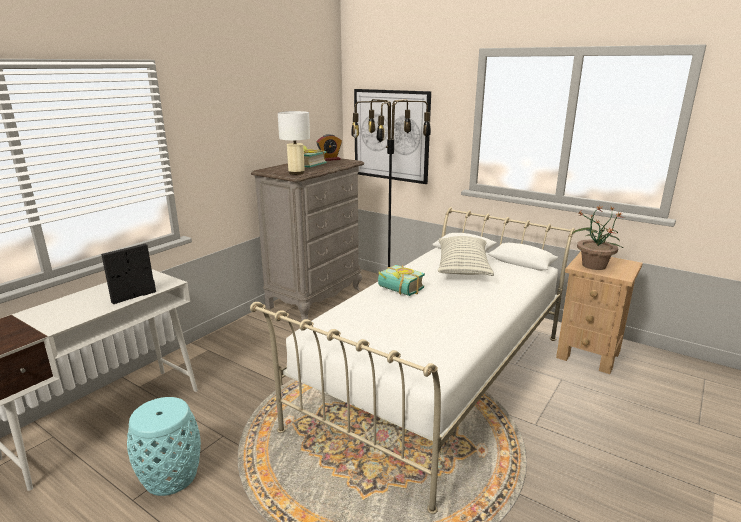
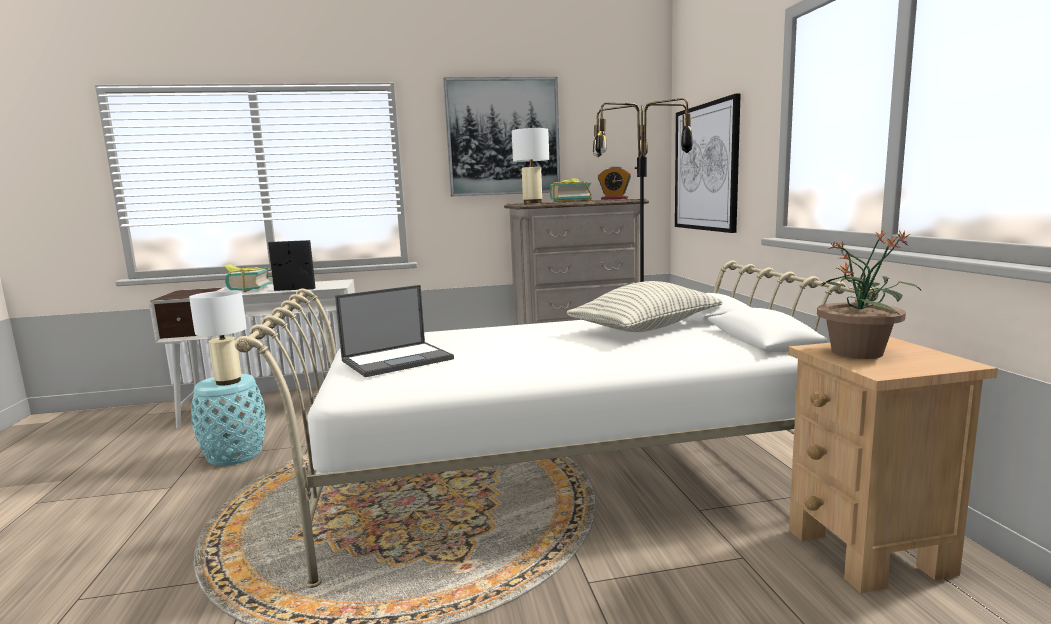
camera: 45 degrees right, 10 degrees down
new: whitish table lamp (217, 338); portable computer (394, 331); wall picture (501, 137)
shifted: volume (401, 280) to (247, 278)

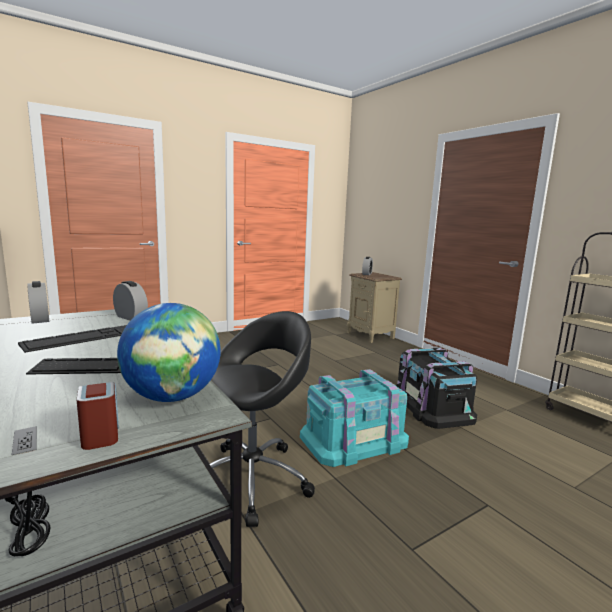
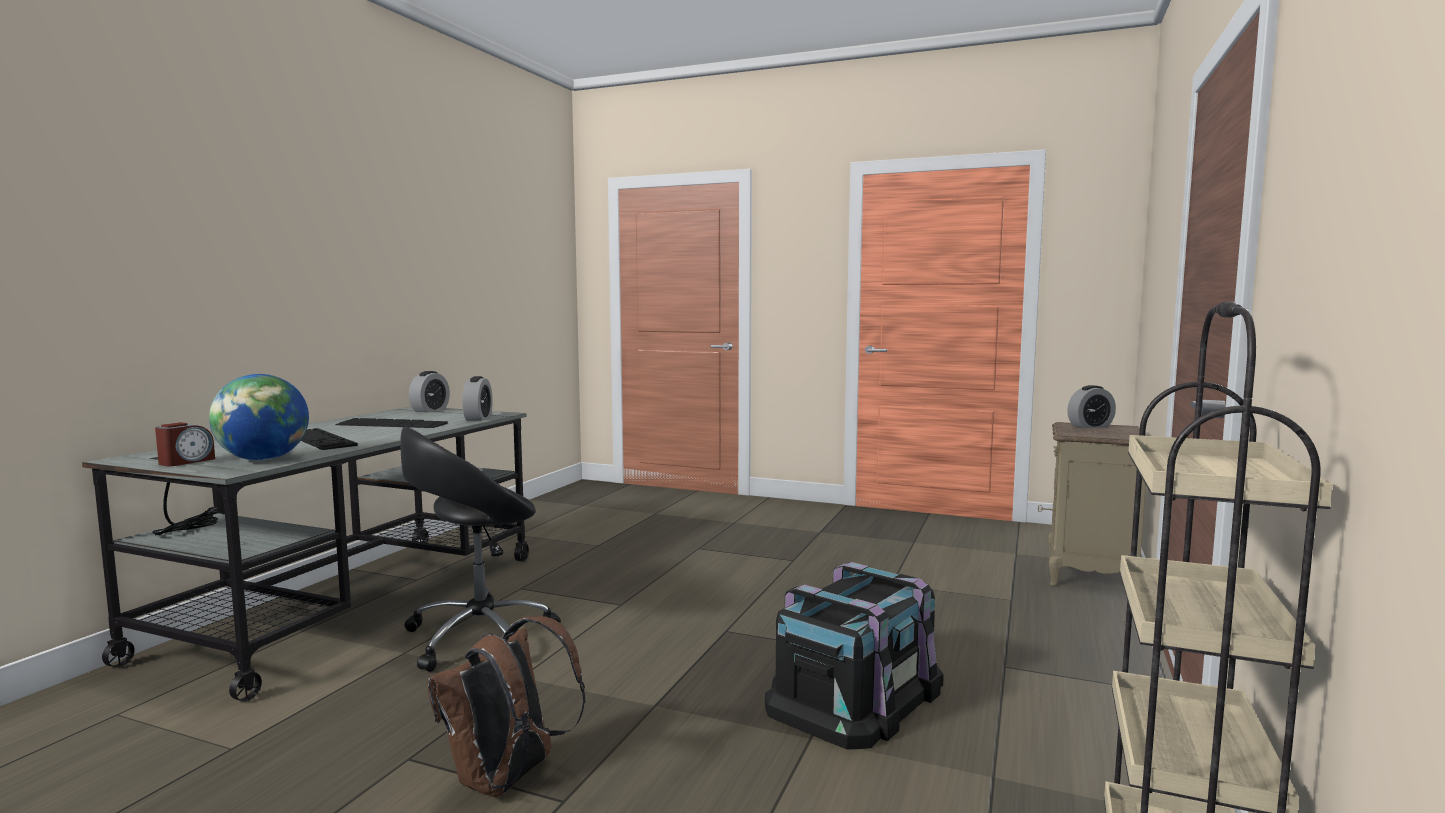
camera: 55 degrees right, 5 degrees down
gone: turquoise storage bin (354, 418)
new: brown-coloured backpack (506, 706)
rotated: black-coloured office chair (262, 419) = (480, 549) 120 degrees clockwise

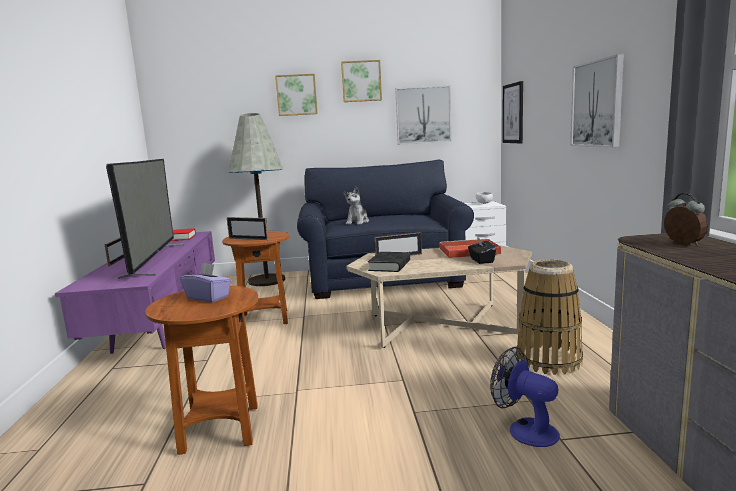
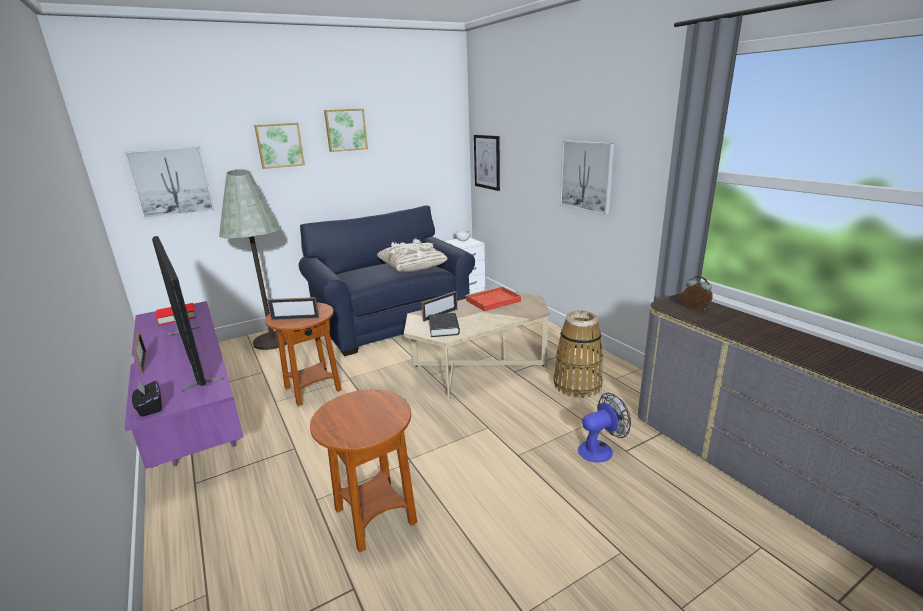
camera: 25 degrees left, 10 degrees up
gone: purple-coloured tissue holder (206, 282); cuddly toy (356, 206)
new: beige throw pillow (412, 255)
shifted: wall picture (423, 115) to (169, 183); black-coloured tissue holder (482, 250) to (147, 398)
rotated: fan (525, 397) = (604, 428) 135 degrees clockwise

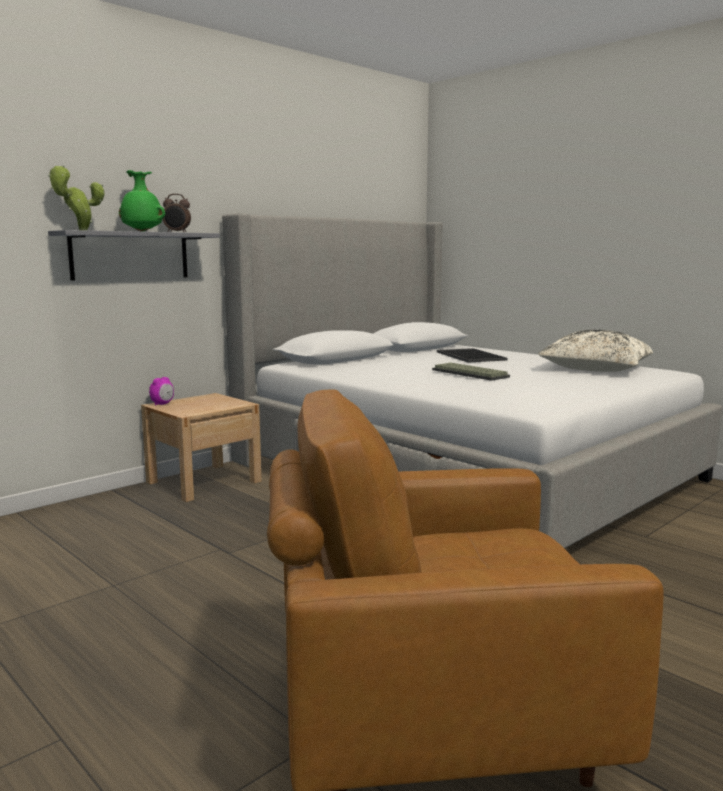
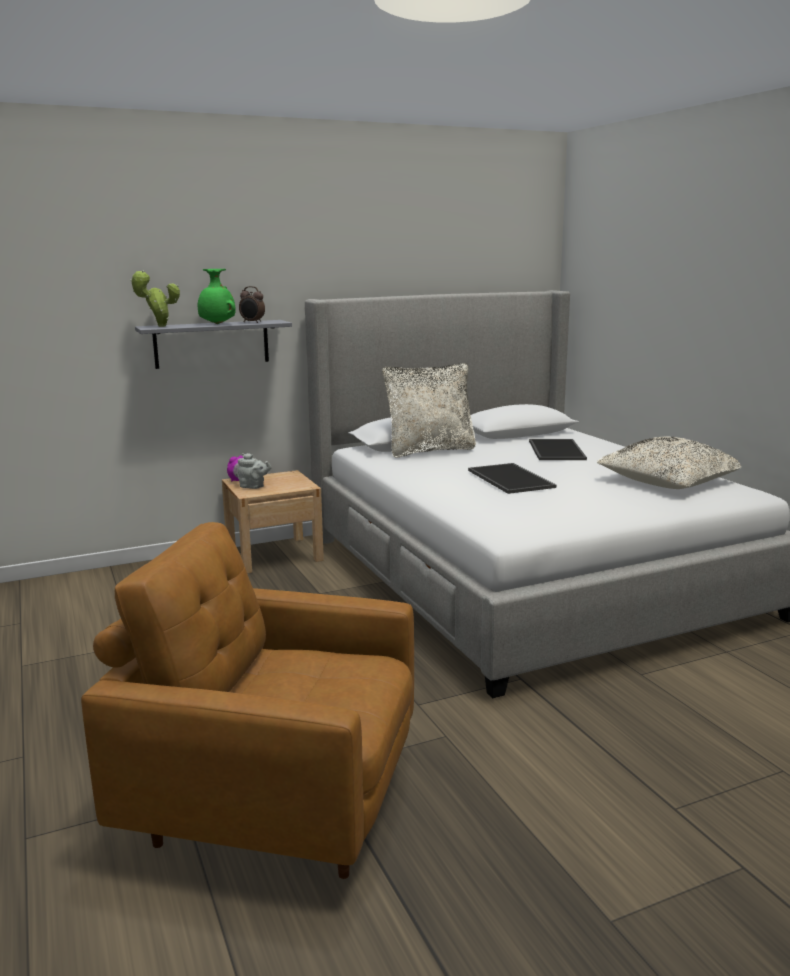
camera: 20 degrees right, 5 degrees up
new: grey teapot (254, 471); beige throw pillow (429, 410)
swapped: computer keyboard (471, 372) to serving tray (512, 478)

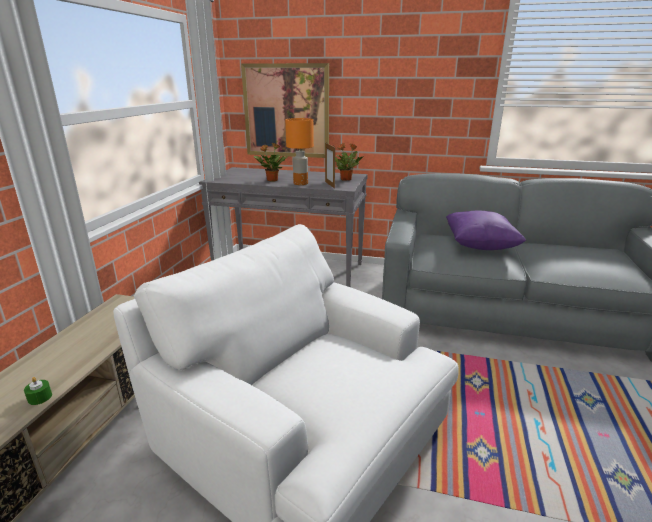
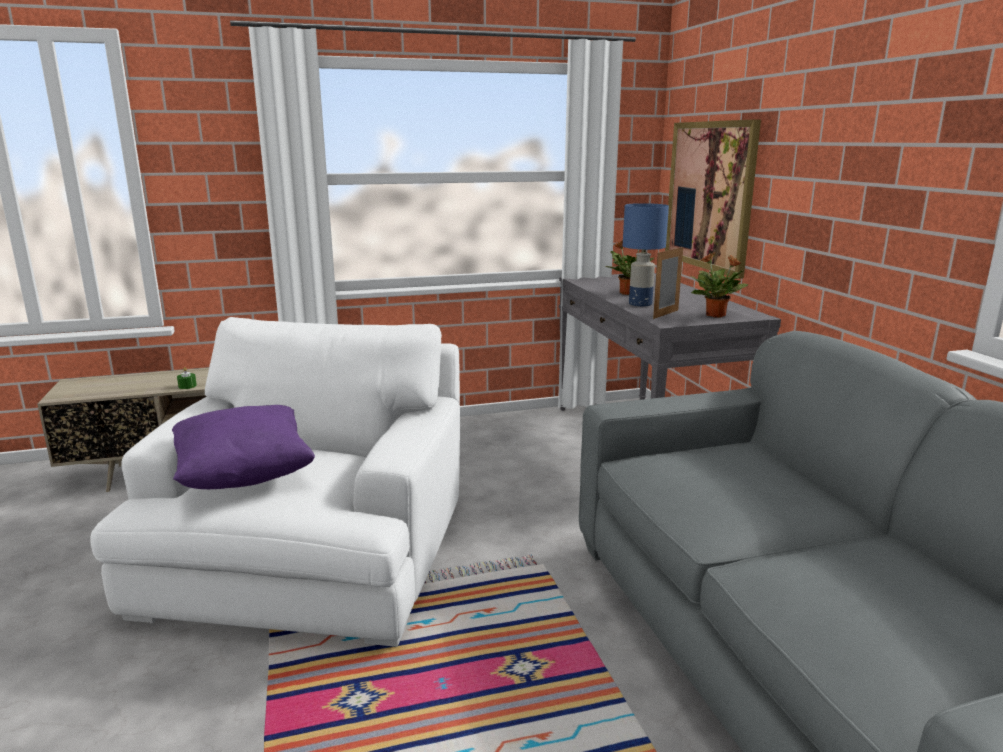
camera: 60 degrees right, 5 degrees down
shifted: purple-coloured throw pillow (486, 230) to (243, 447)
repainted: orange table lamp (299, 151) to blue table lamp (646, 254)

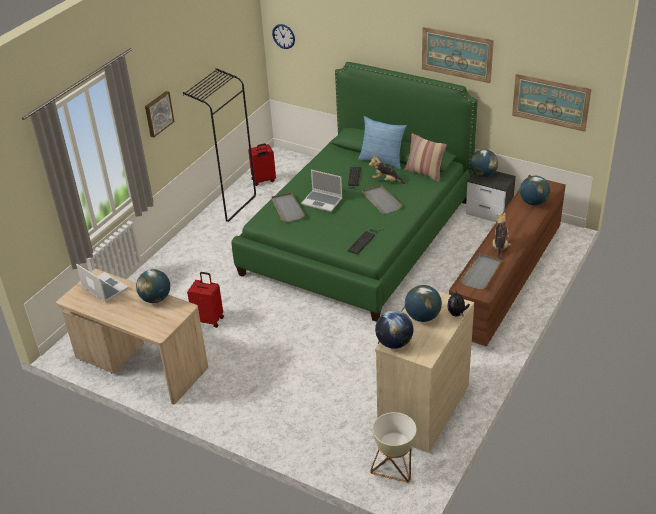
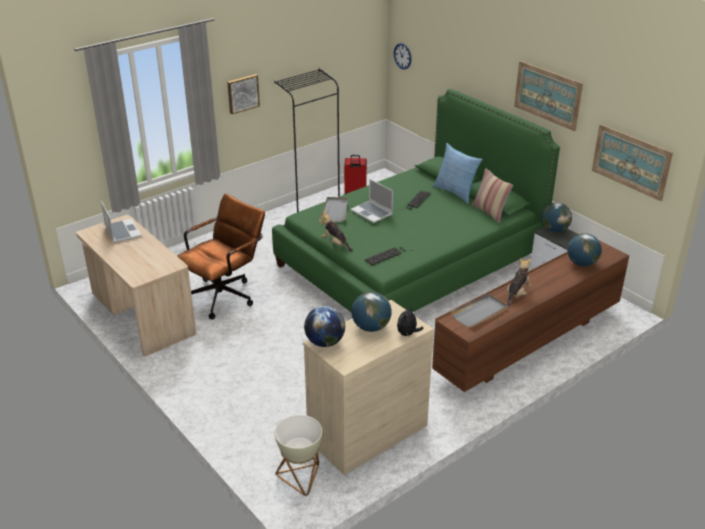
camera: 20 degrees right, 5 degrees down
gone: globe (153, 286); grey serving tray (382, 199)
shifted: cuddly toy (387, 169) to (336, 231)
swapped: red travel case (205, 300) to brown-coloured office chair (221, 257)

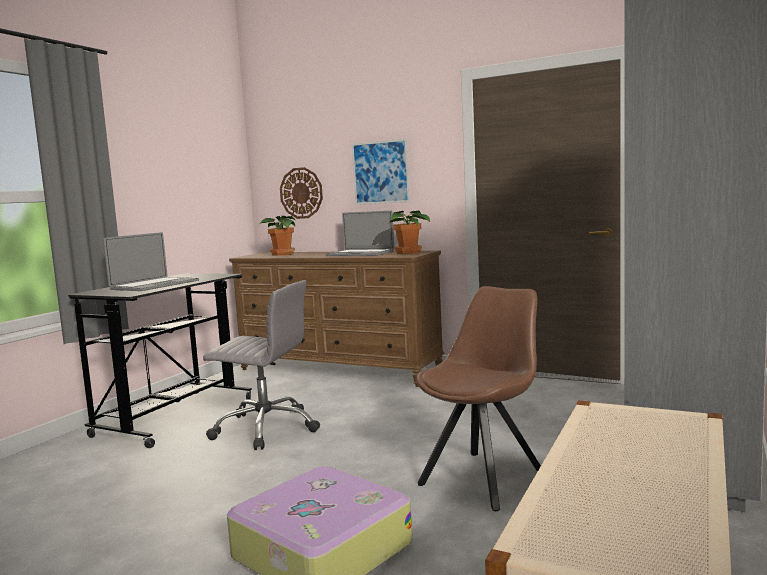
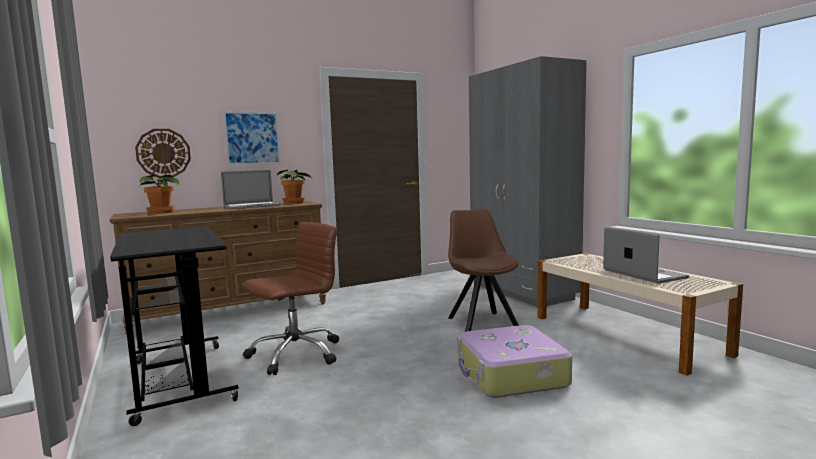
camera: 55 degrees left, 0 degrees up
shifted: portable computer (151, 261) to (646, 255)
repainted: grey office chair (261, 365) to brown-coloured office chair (290, 298)

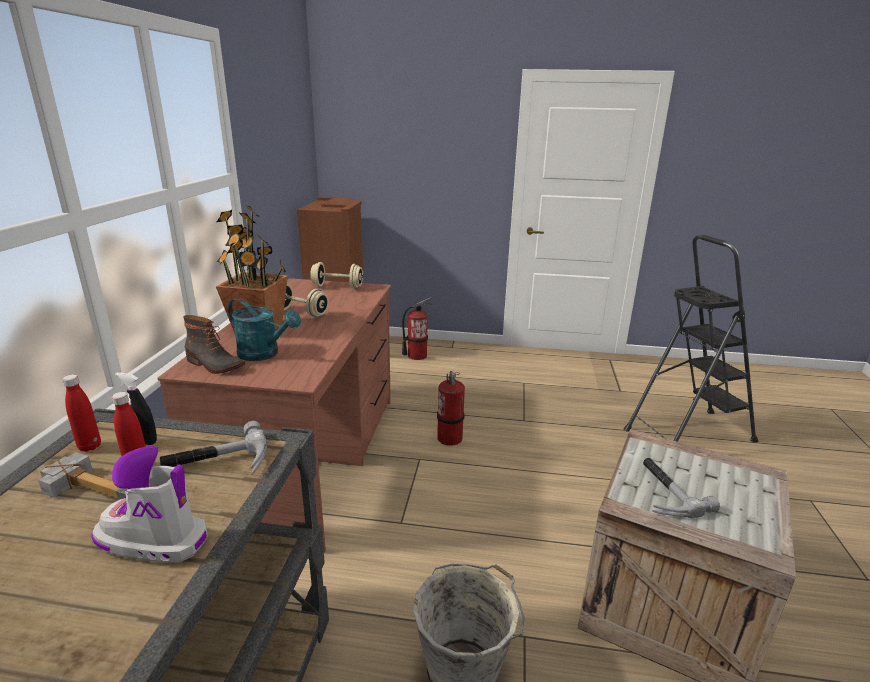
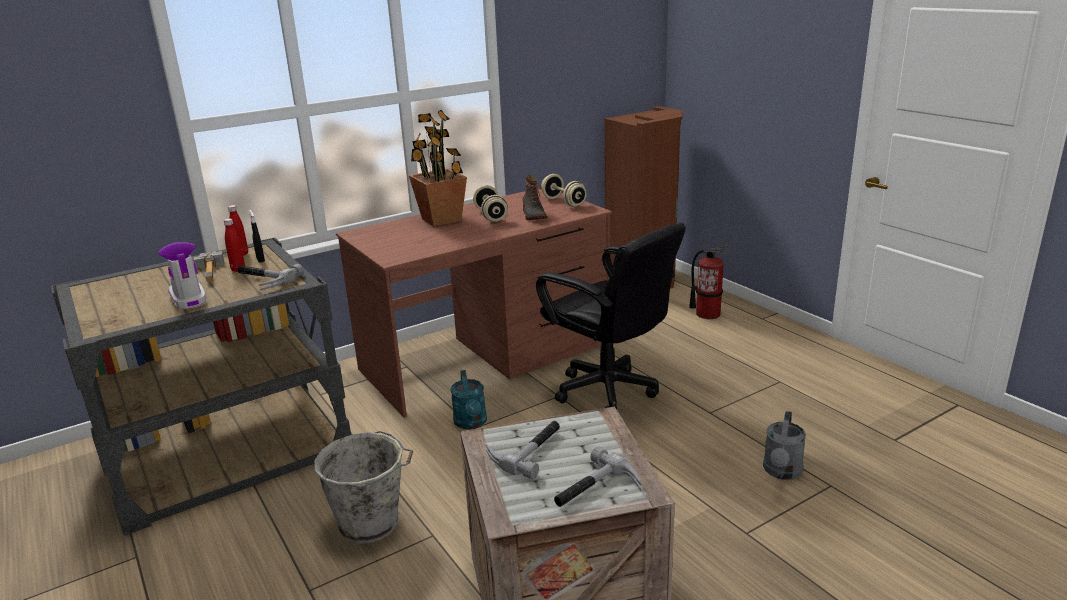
camera: 50 degrees right, 0 degrees up
gone: step ladder (691, 338)
new: hand hammer (597, 476); grey watering can (784, 445)
shifted: turquoise watering can (264, 329) to (468, 399); boot (214, 344) to (535, 197)
swapped: fire extinguisher (451, 408) to black-coloured office chair (611, 315)

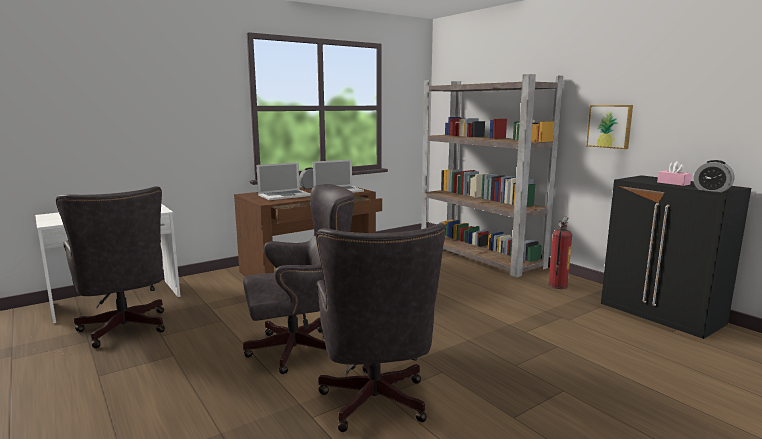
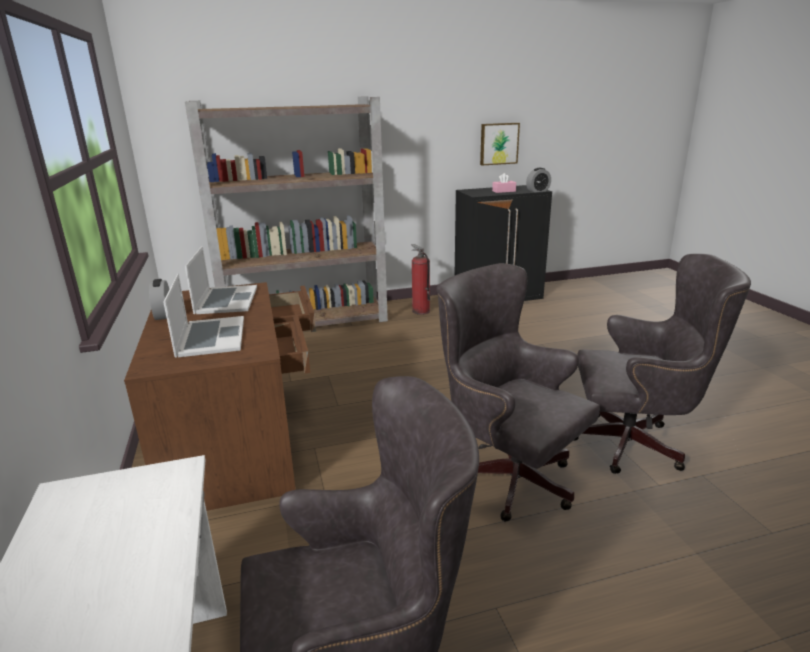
camera: 70 degrees left, 10 degrees up
shifted: wall picture (609, 127) to (500, 144)
rotated: grey office chair (299, 279) = (518, 392) 45 degrees counterclockwise

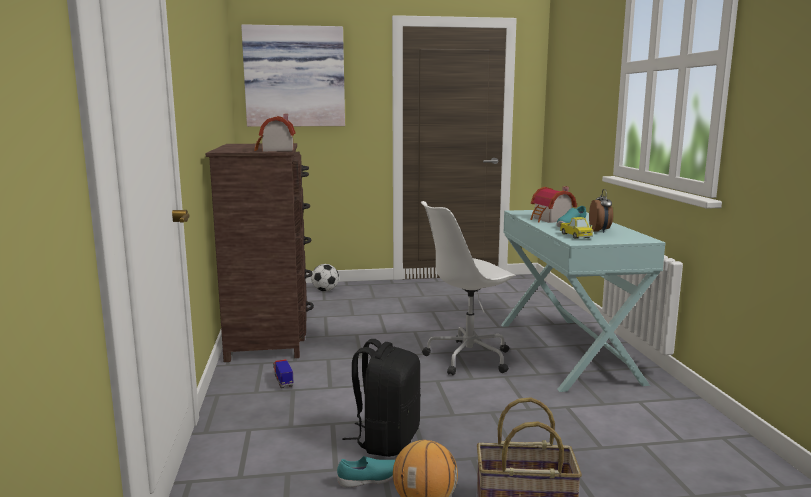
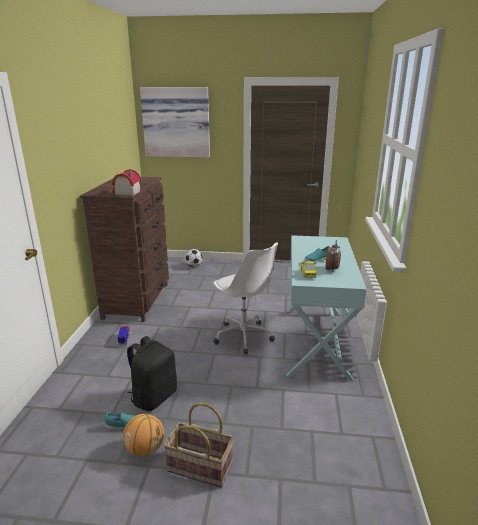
camera: 15 degrees right, 10 degrees up
gone: model house (553, 204)
rotated: whitish office chair (468, 288) = (245, 298) 120 degrees counterclockwise

